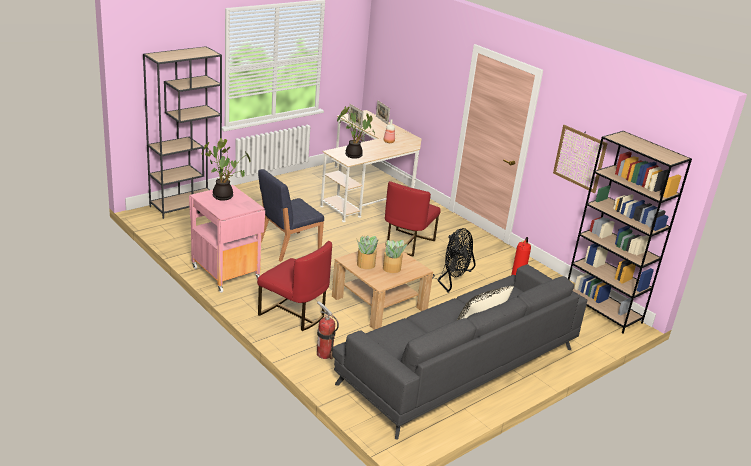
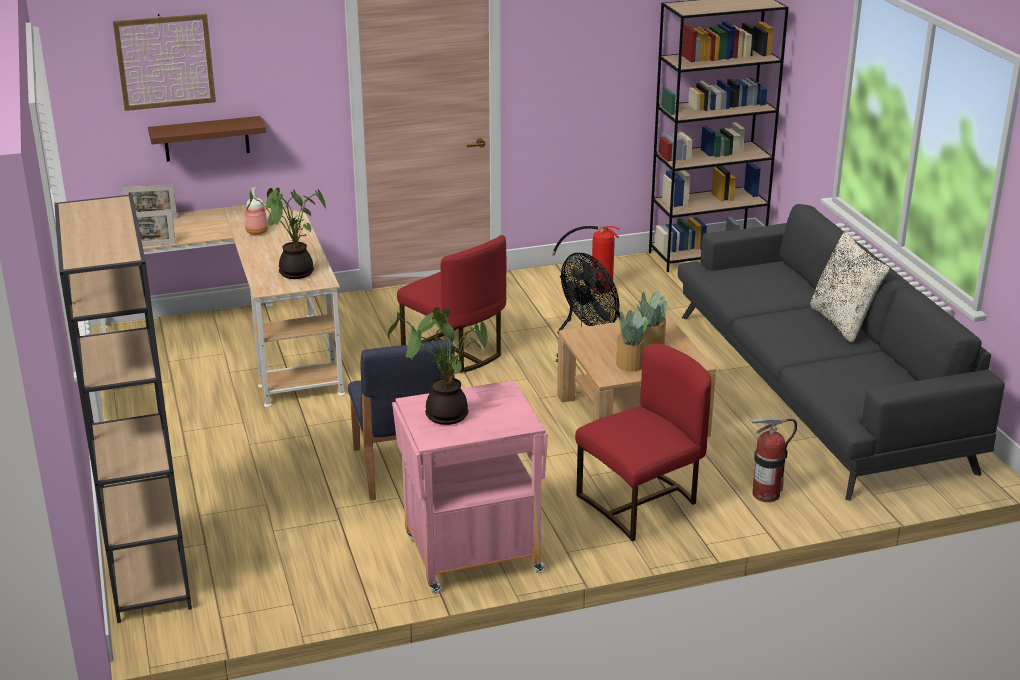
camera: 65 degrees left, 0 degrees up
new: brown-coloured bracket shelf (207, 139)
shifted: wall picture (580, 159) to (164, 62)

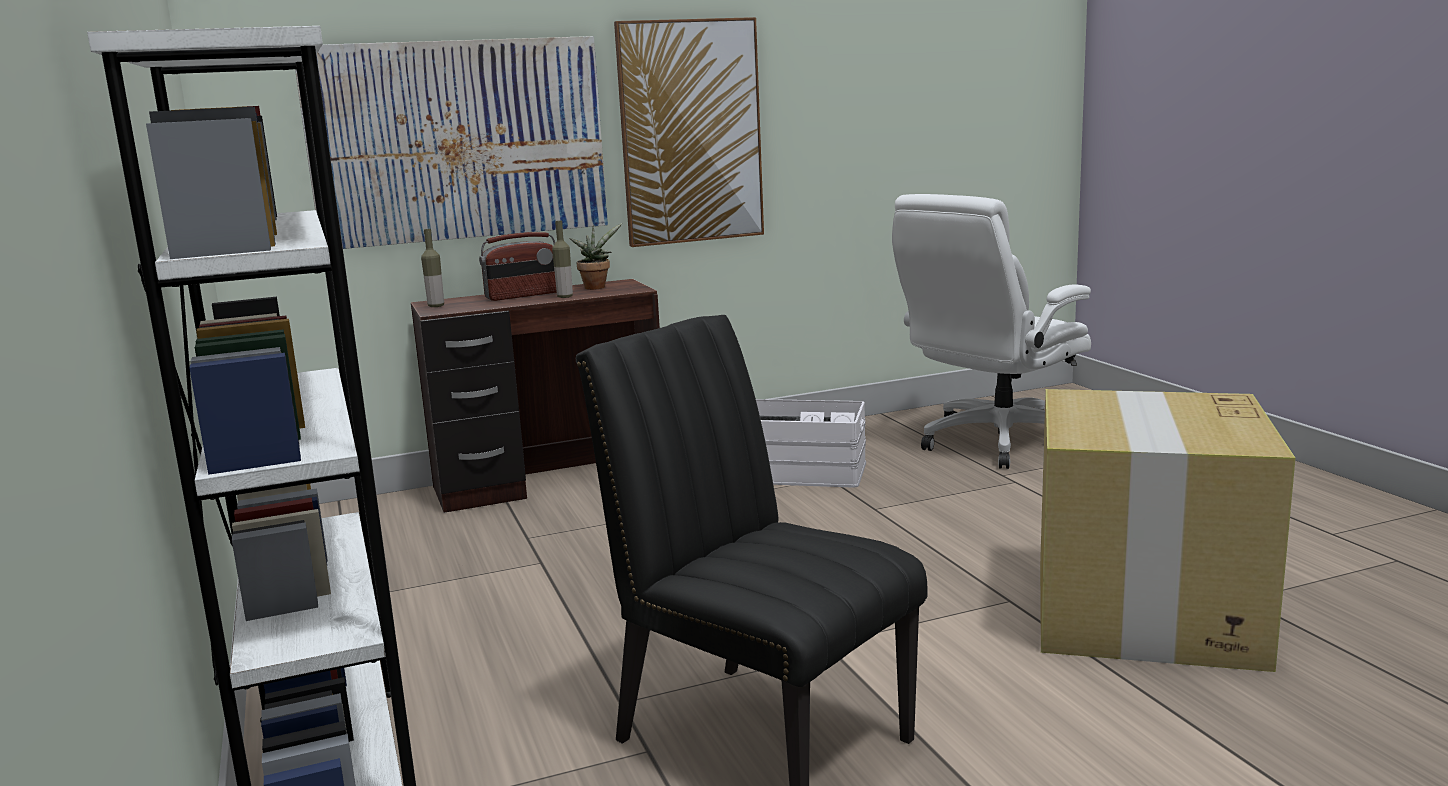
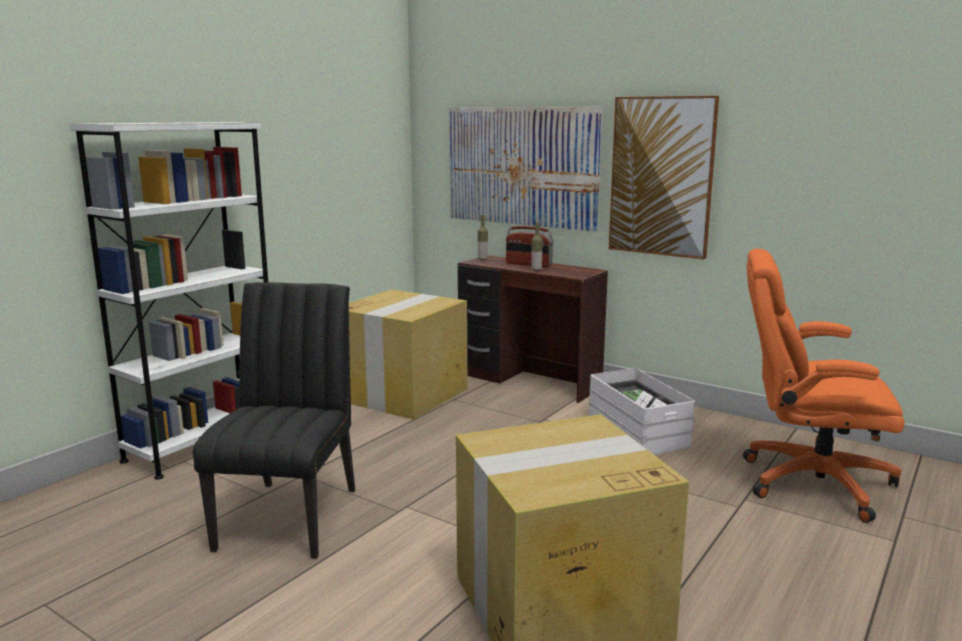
camera: 55 degrees right, 0 degrees up
gone: potted plant (595, 256)
new: cardboard box (408, 355)
repainted: whitish office chair (991, 331) to orange office chair (824, 386)

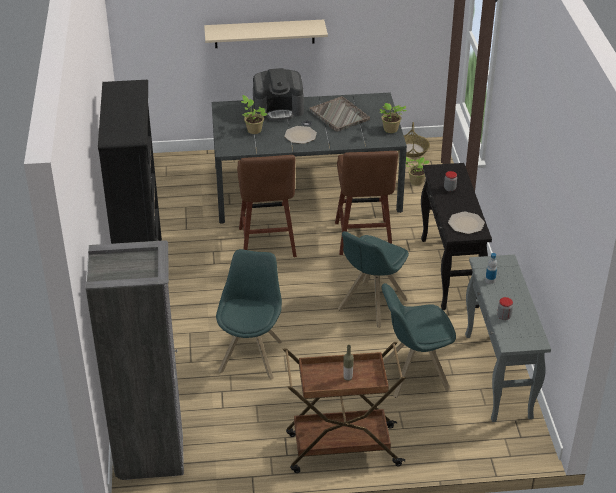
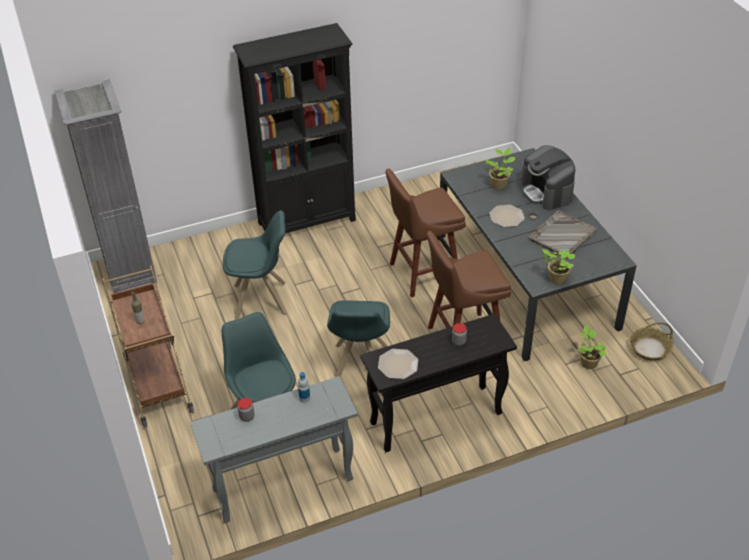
camera: 75 degrees right, 5 degrees up
gone: beige bracket shelf (266, 34)
rotated: turquoise chair (373, 279) = (358, 338) 105 degrees counterclockwise

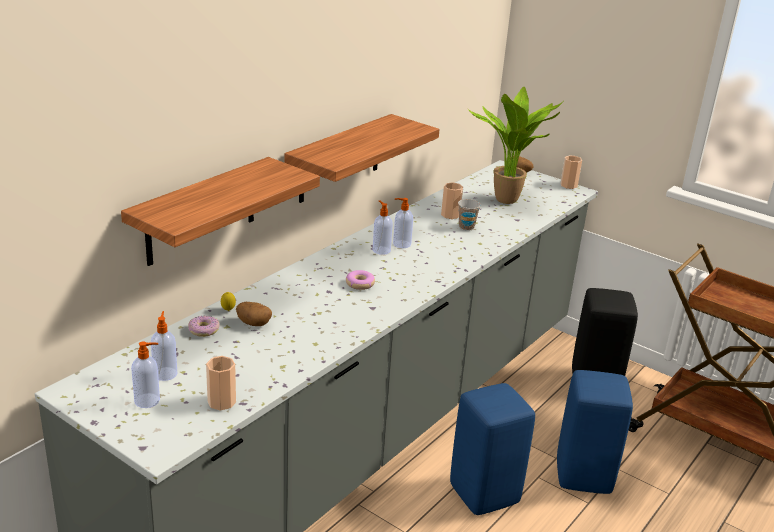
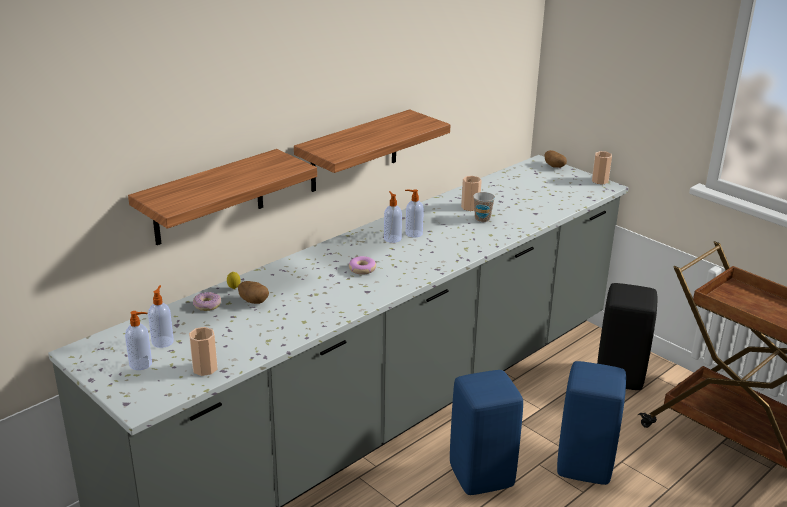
camera: 10 degrees right, 0 degrees up
gone: potted plant (515, 145)

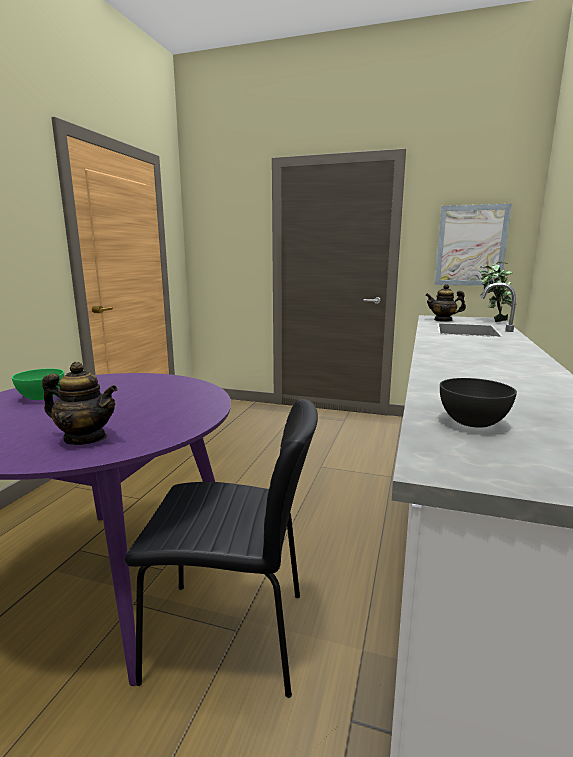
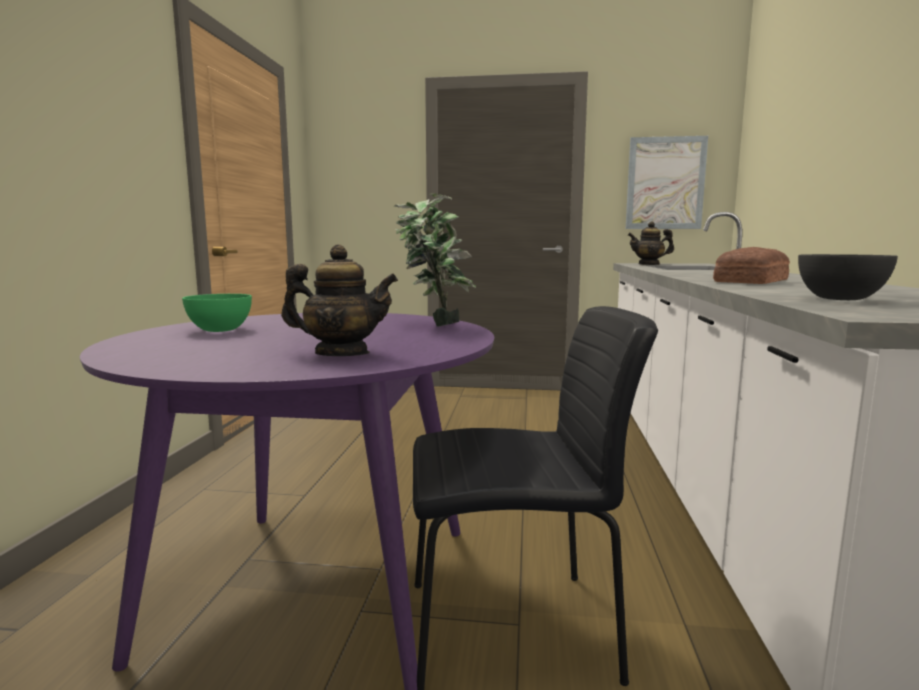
camera: 10 degrees left, 5 degrees down
new: bread (751, 265)
shifted: potted plant (498, 292) to (435, 260)

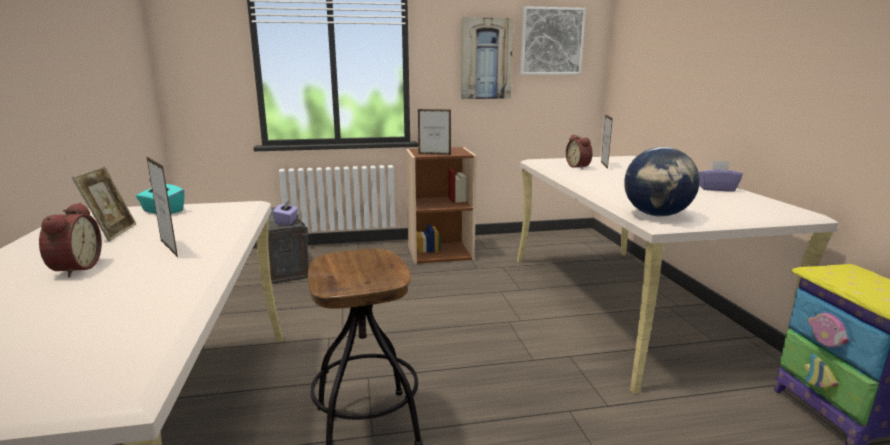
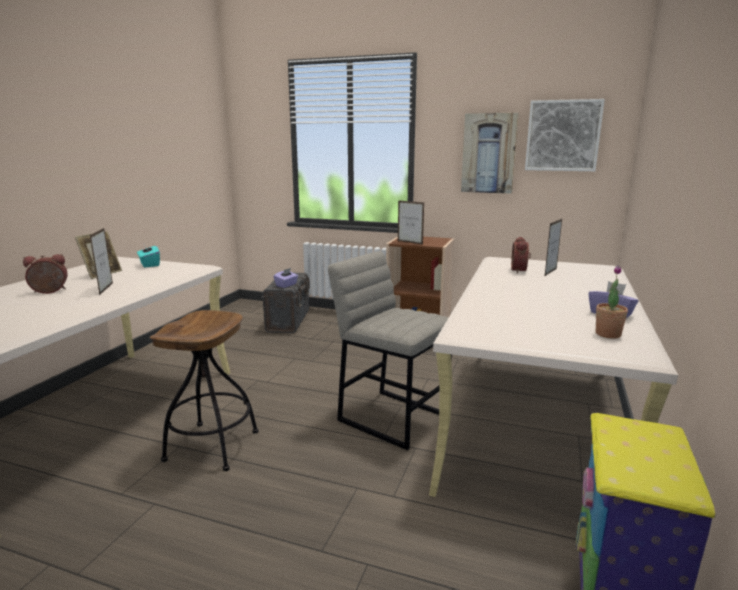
camera: 30 degrees right, 0 degrees up
gone: globe (662, 181)
new: grey chair (390, 350); potted plant (612, 302)
rotated: alarm clock (70, 240) = (45, 274) 135 degrees counterclockwise

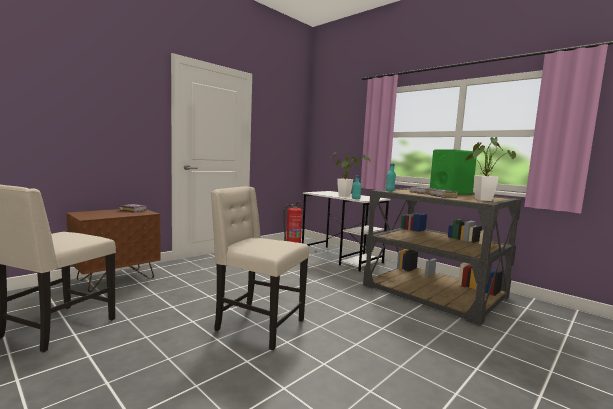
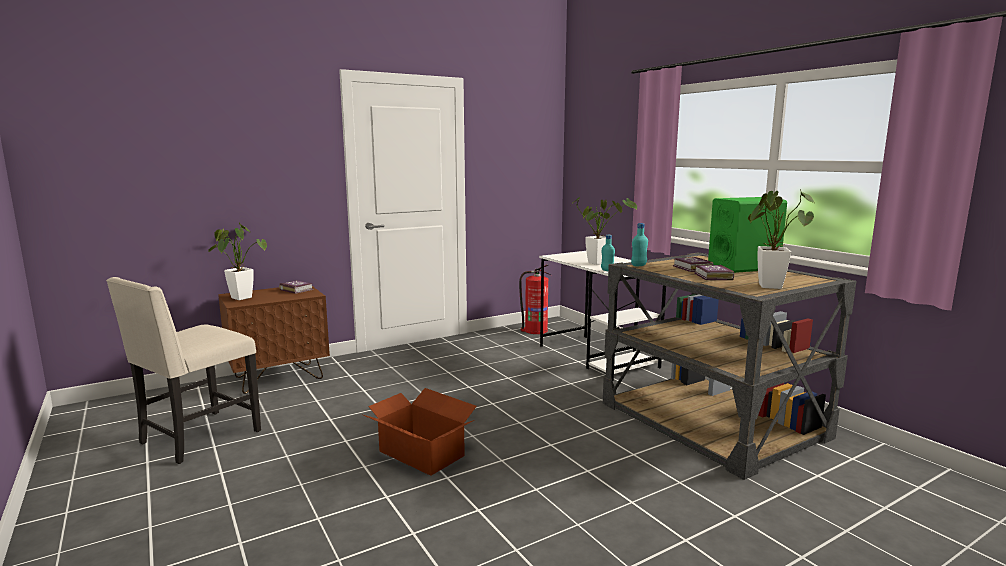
camera: 15 degrees right, 5 degrees up
new: potted plant (237, 261)
swapped: beige chair (260, 268) to cardboard box (420, 432)

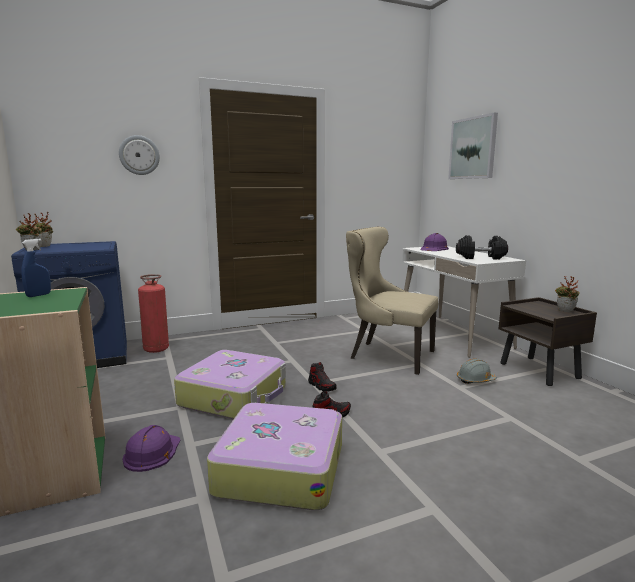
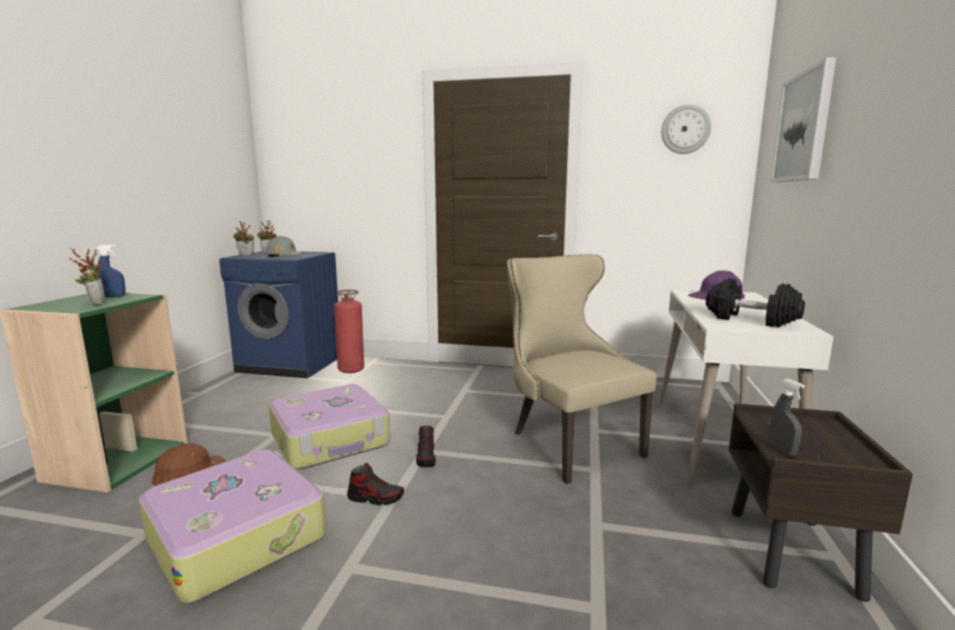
camera: 35 degrees right, 0 degrees up
new: grey hand sprayer (786, 418)
shifted: potted plant (567, 294) to (87, 276); grey safety helmet (477, 371) to (283, 246); wall clock (139, 155) to (686, 129)
repainted: purple-coloured safety helmet (151, 448) to brown-coloured safety helmet (189, 464)

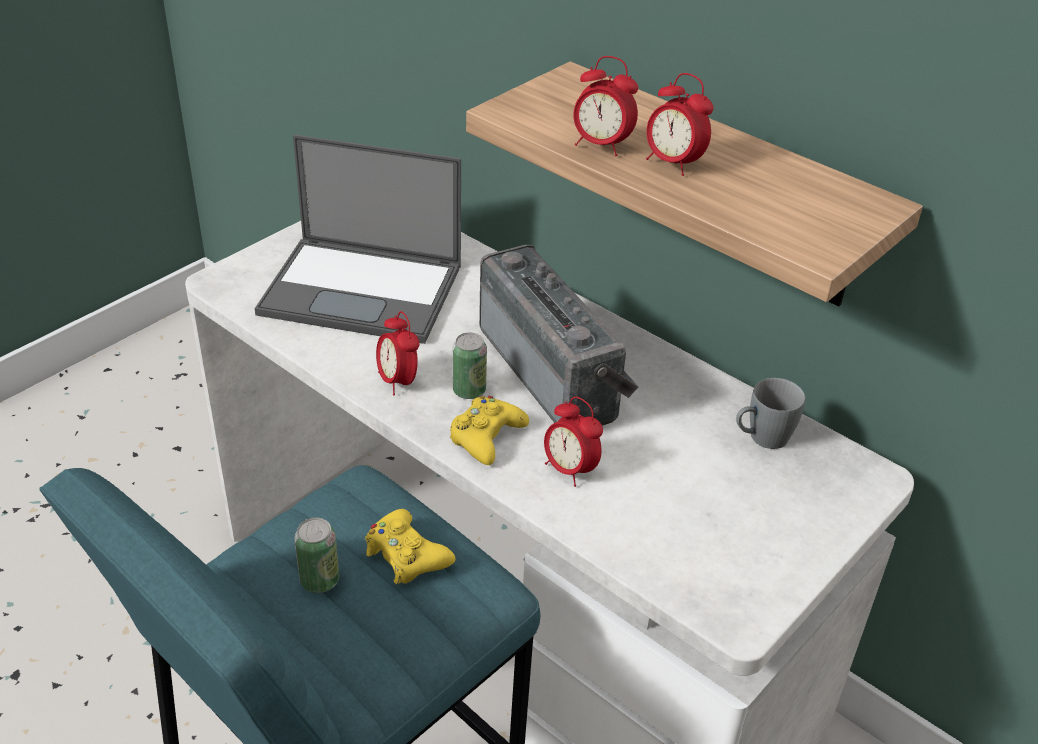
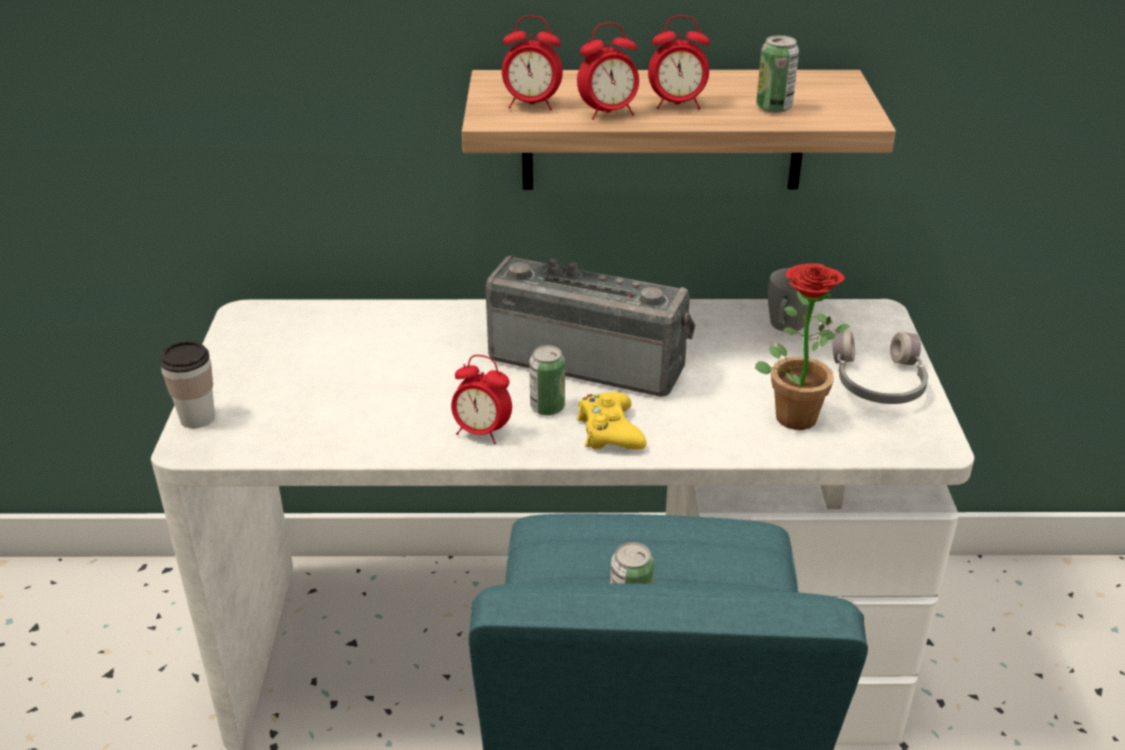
camera: 40 degrees left, 5 degrees down
gone: portable computer (358, 239); yellowish game controller (410, 546)
new: drinking cup (187, 384); potted plant (802, 346); metal can (777, 74); grey headset (880, 367)
shifted: alarm clock (573, 442) to (532, 62)

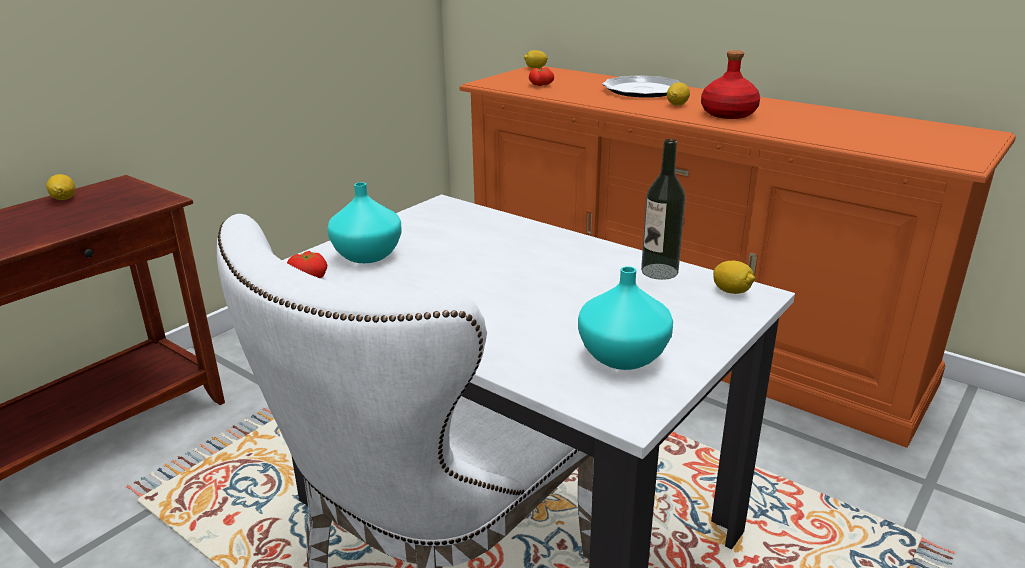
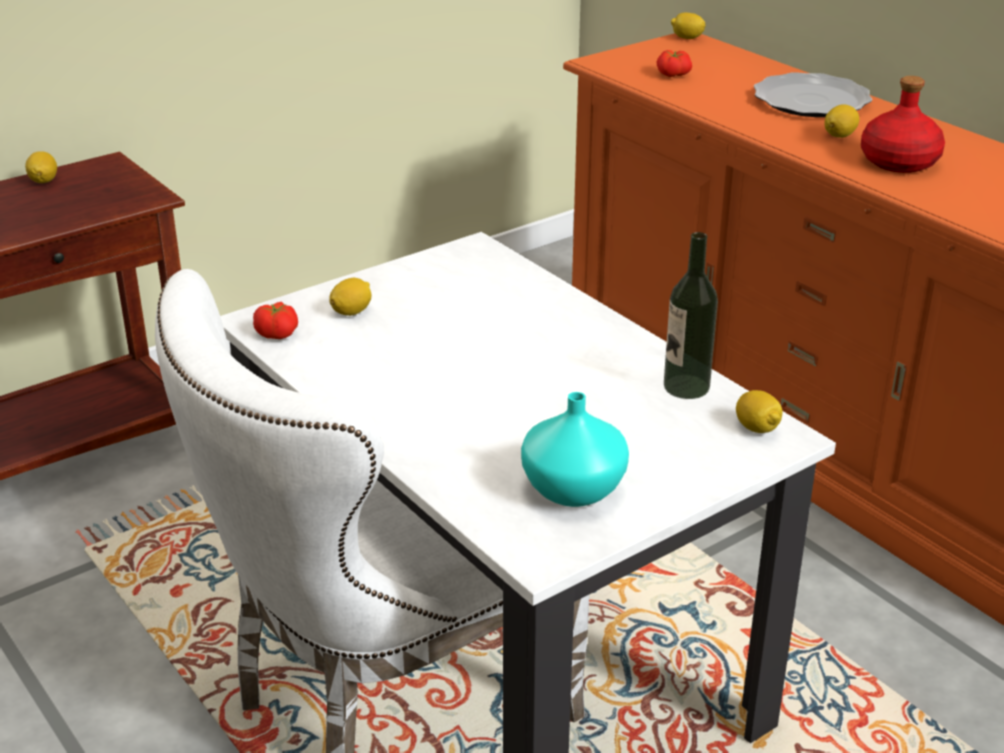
camera: 15 degrees right, 5 degrees up
swapped: turquoise flower vase (364, 222) to citrus fruit (350, 297)

